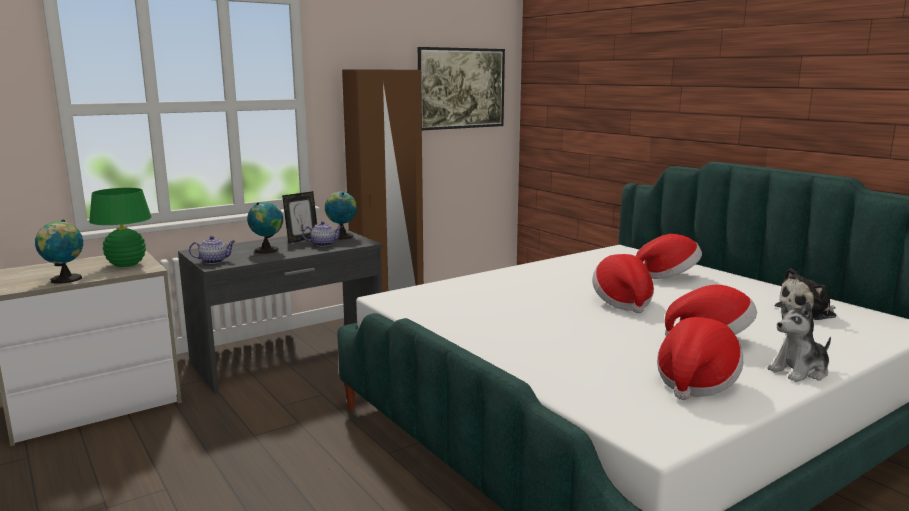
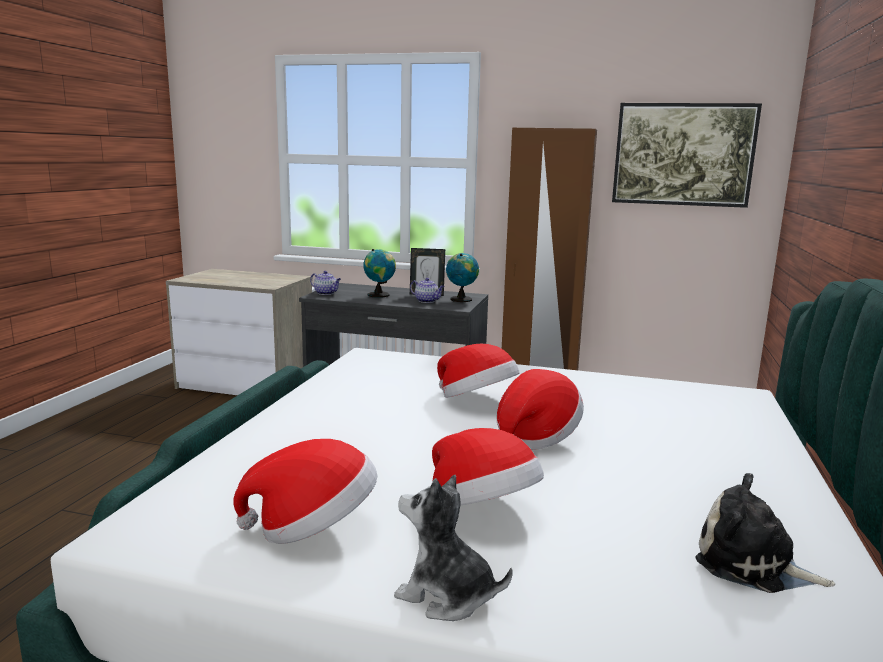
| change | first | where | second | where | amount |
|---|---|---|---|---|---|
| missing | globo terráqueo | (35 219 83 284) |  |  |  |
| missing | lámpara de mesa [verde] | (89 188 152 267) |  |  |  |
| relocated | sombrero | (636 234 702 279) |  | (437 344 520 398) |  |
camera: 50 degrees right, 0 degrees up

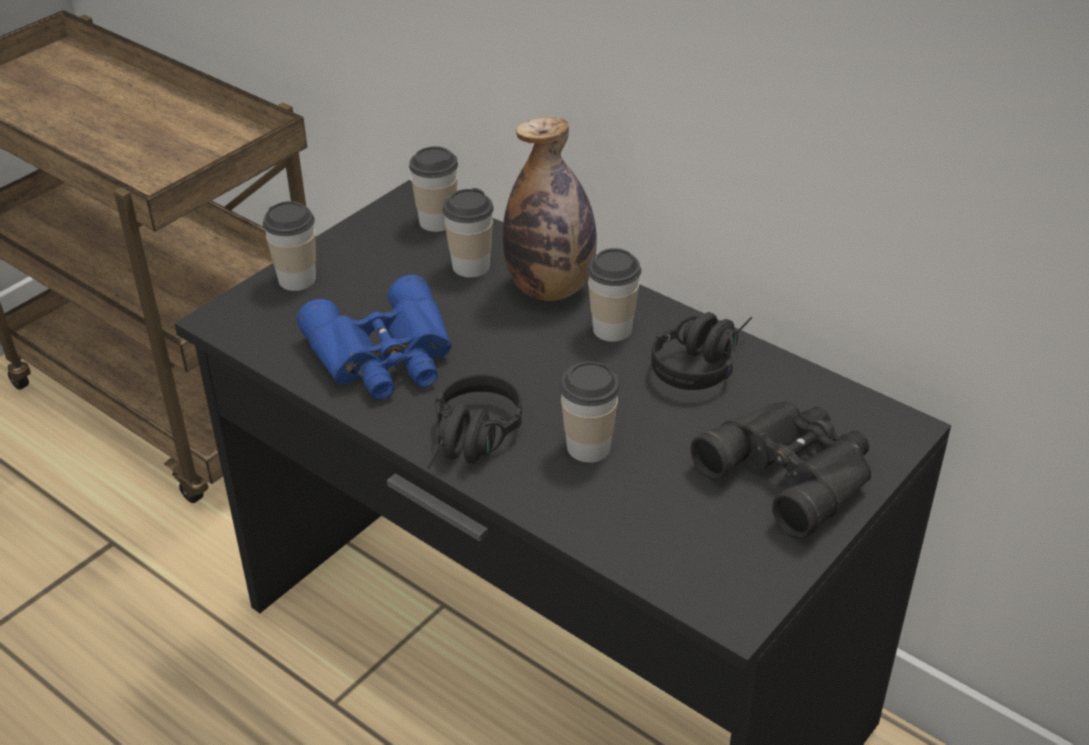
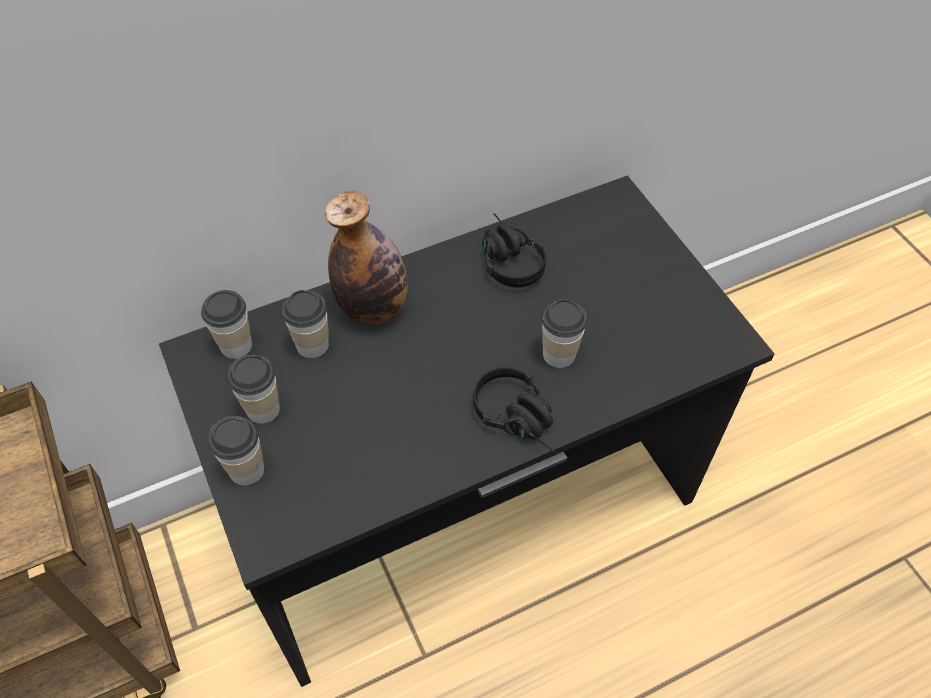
| change | first | where | second | where | amount |
|---|---|---|---|---|---|
| missing | prismáticos [azul] | (297 275 452 400) |  |  |  |
| relocated | taza | (587 248 641 342) |  | (228 355 280 424) |  |
| missing | prismáticos [negro] | (691 401 871 539) |  |  |  |
camera: 65 degrees left, 15 degrees up

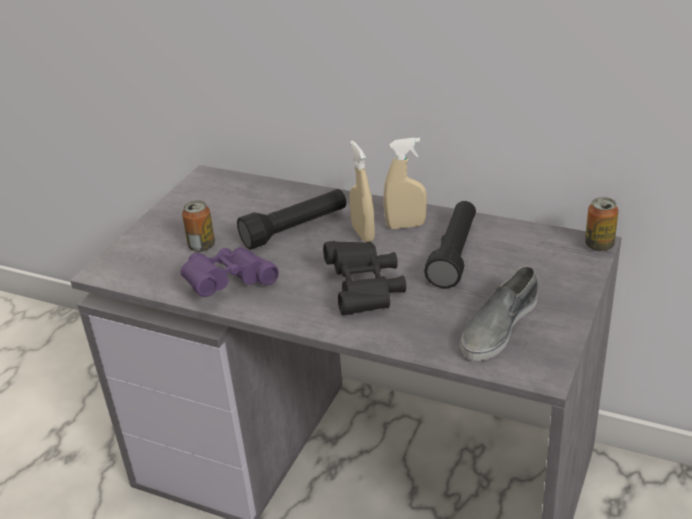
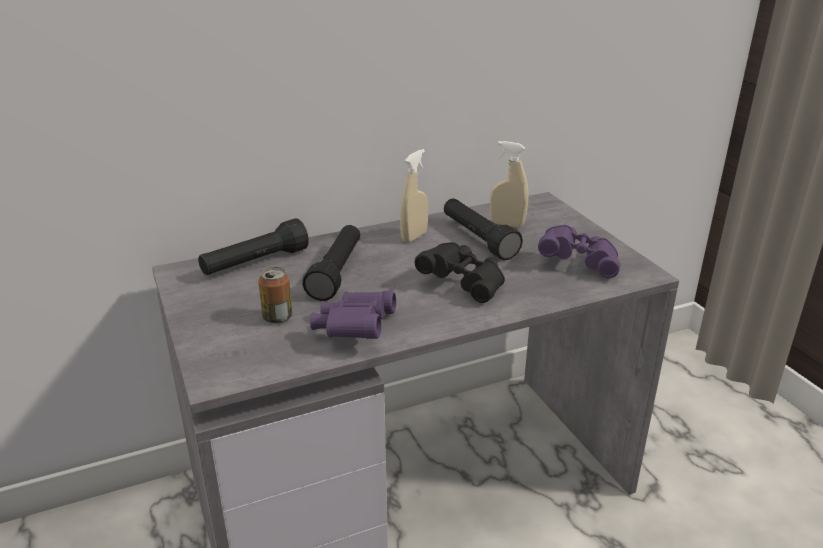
| change | first | where | second | where | amount |
|---|---|---|---|---|---|
| relocated | pulverizador [beis] | (350 141 375 242) |  | (490 141 528 227) |  |
| exchanged | zapato [gris] | (461 266 538 361) | prismáticos [morado] | (538 225 620 278) |  |
| missing | lata | (585 197 618 251) |  |  |  |
| appeared |  |  | linterna [negro] | (198 218 309 275) |  |
camera: 50 degrees left, 5 degrees down

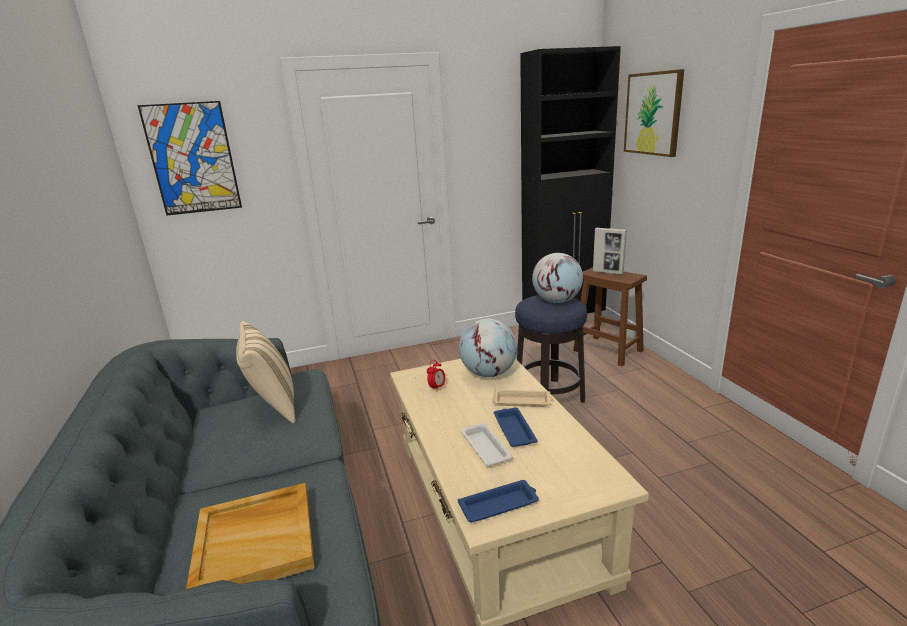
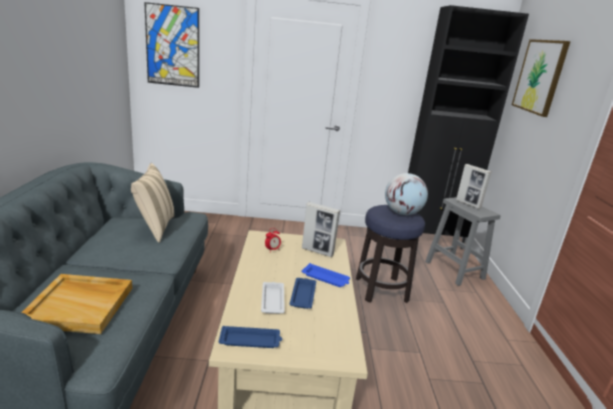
| change | first | where | second | where | amount |
|---|---|---|---|---|---|
| exchanged | globo terráqueo | (459 319 517 377) | portarretratos | (302 202 340 257) |  |
| colour | bandeja [beis] | (492 389 553 407) | bandeja [azul] | (302 263 350 287) |  |
| colour | taburete [marrón] | (573 267 647 366) | taburete [gris] | (425 197 501 286) |  |
camera: 15 degrees right, 0 degrees up

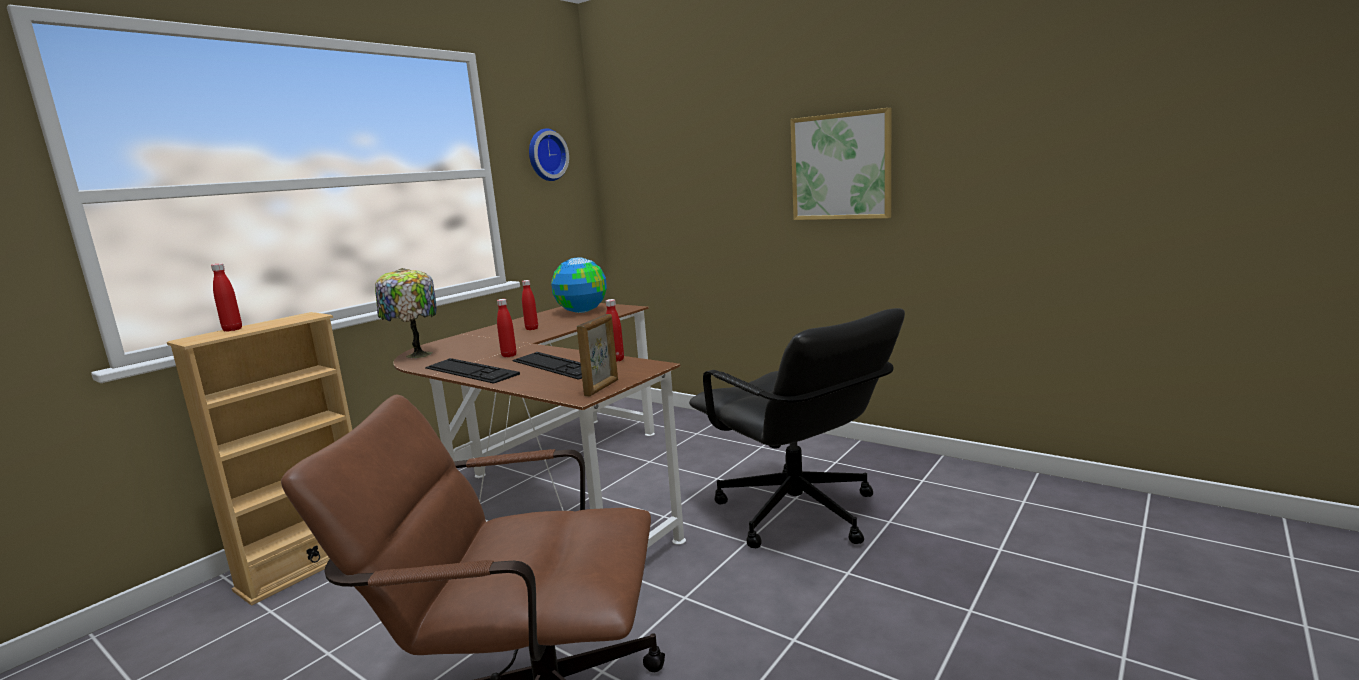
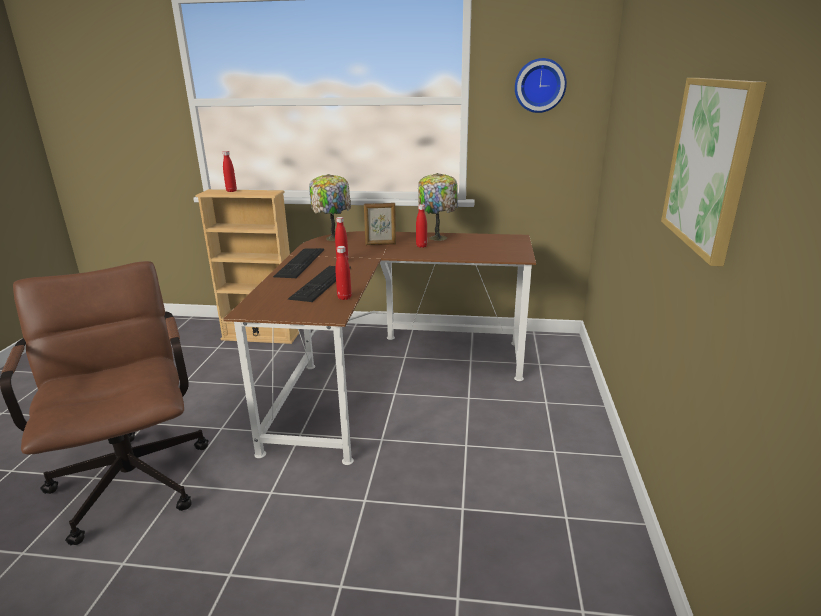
| change | first | where | second | where | amount |
|---|---|---|---|---|---|
| missing | globo terráqueo | (551 257 607 313) |  |  |  |
| relocated | portarretratos | (577 314 618 397) |  | (364 203 396 245) |  |
| missing | silla de oficina [negro] | (689 308 905 548) |  |  |  |
| appeared |  |  | lámpara de mesa | (418 173 458 241) |  |
camera: 60 degrees right, 10 degrees up

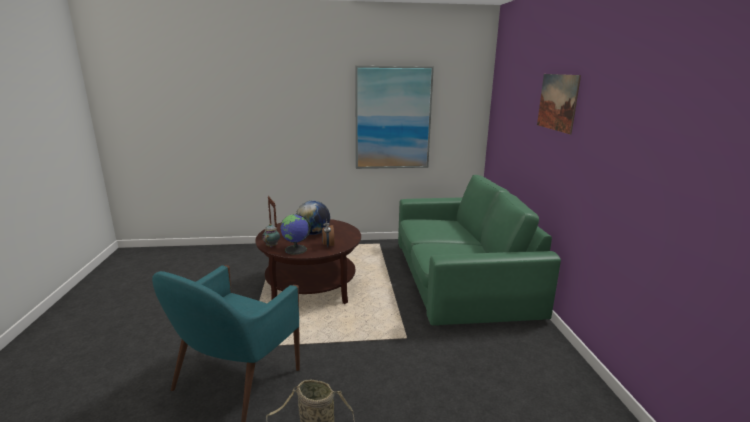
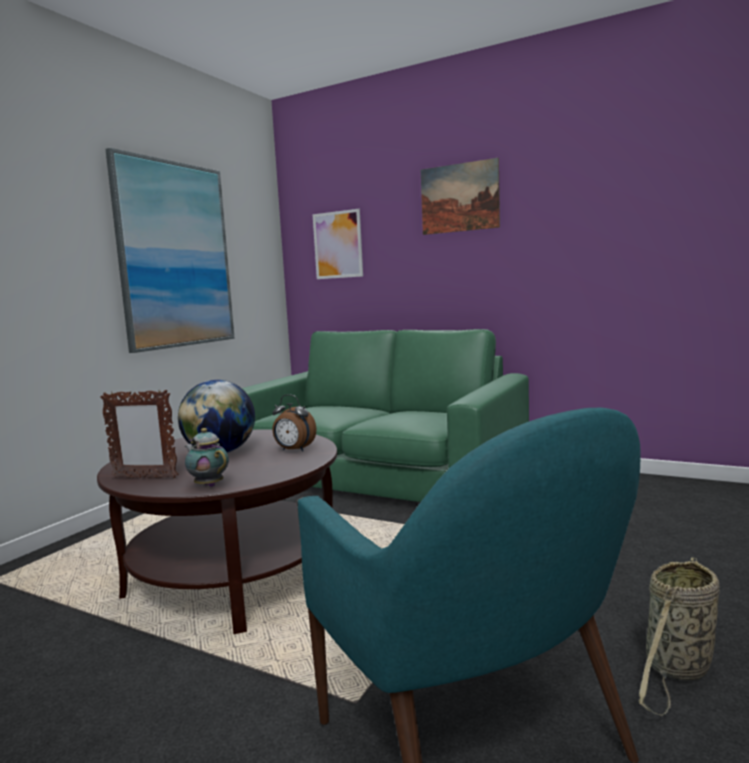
| change | first | where | second | where | amount |
|---|---|---|---|---|---|
| missing | globo terráqueo | (281 214 311 255) |  |  |  |
| appeared |  |  | cuadro | (313 209 363 279) |  |
camera: 55 degrees left, 10 degrees down

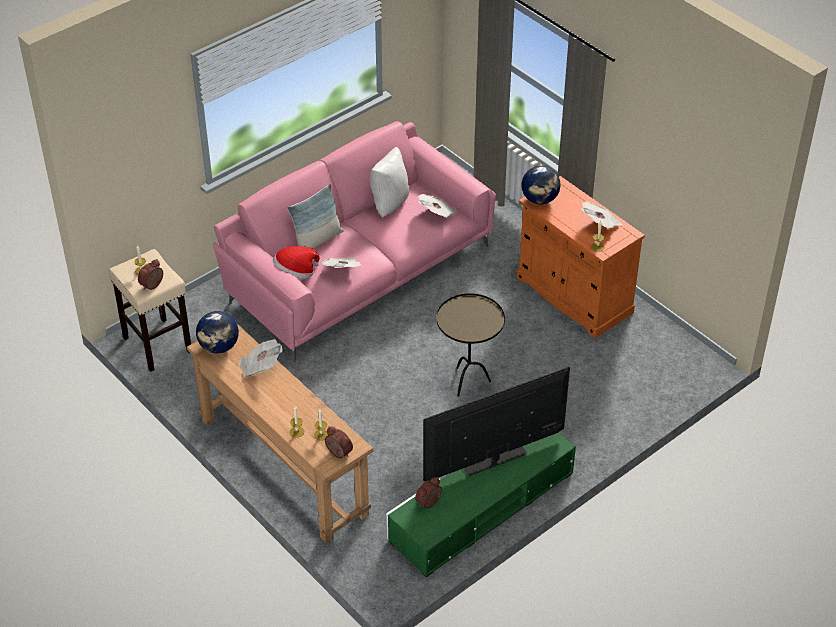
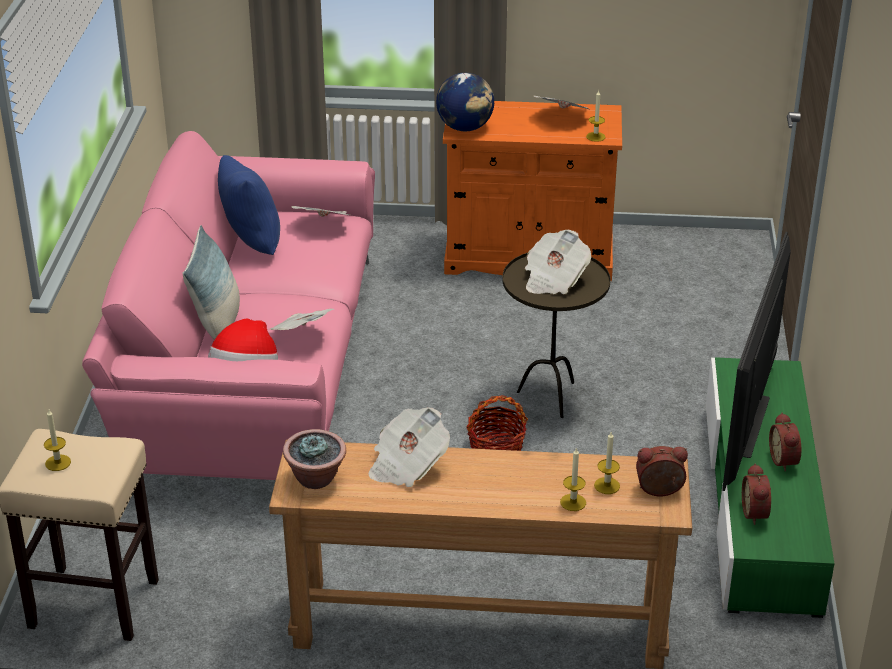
| change | first | where | second | where | amount |
|---|---|---|---|---|---|
| relocated | despertador | (138 259 163 290) |  | (769 413 801 472) |  |
| exchanged | globo terráqueo | (196 311 239 353) | planta en maceta | (283 429 346 489) |  |
| colour | cojín [blanco] | (370 147 409 217) | cojín [azul] | (218 155 280 255) |  |
| appeared |  |  | cesta | (466 395 528 451) |  |
| appeared |  |  | periódico | (525 230 591 294) |  |
camera: 45 degrees left, 10 degrees down

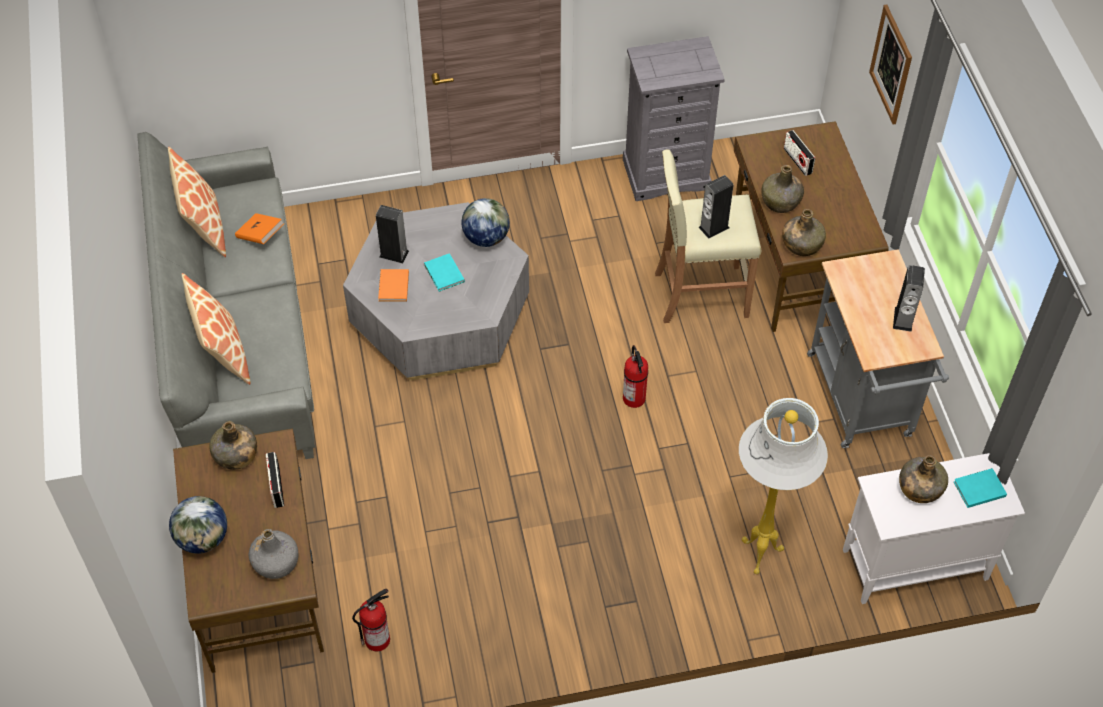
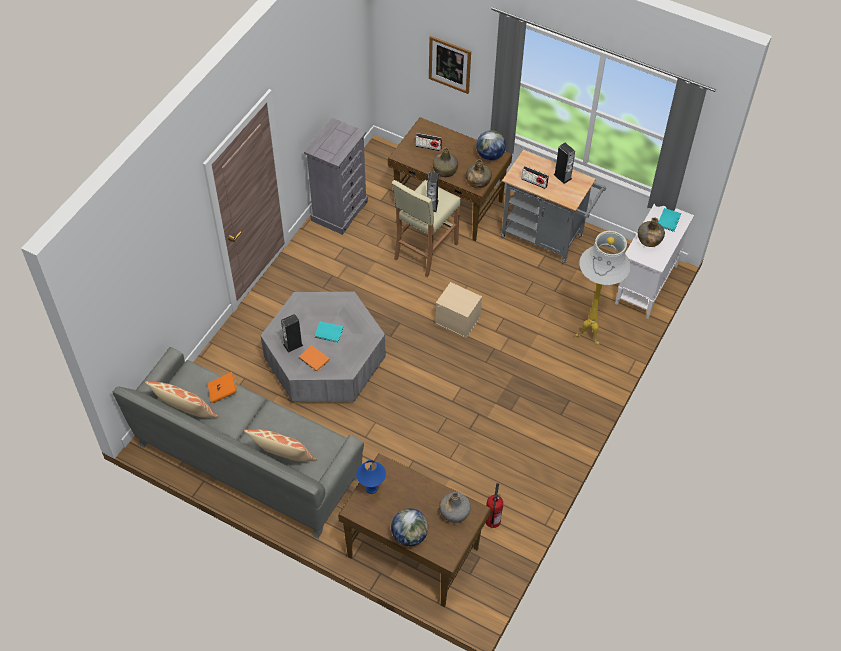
| change | first | where | second | where | amount |
|---|---|---|---|---|---|
| exchanged | botella [verde] | (209 421 257 470) | lámpara de mesa [azul] | (356 460 386 494) |  |
| relocated | radio | (266 452 284 508) |  | (521 166 549 189) |  |
| relocated | globo terráqueo | (462 198 510 247) |  | (476 130 506 161) |  |
| exchanged | extintor | (623 345 648 408) | caja de almacenaje [beis] | (435 282 482 338) |  |
camera: 50 degrees left, 0 degrees up

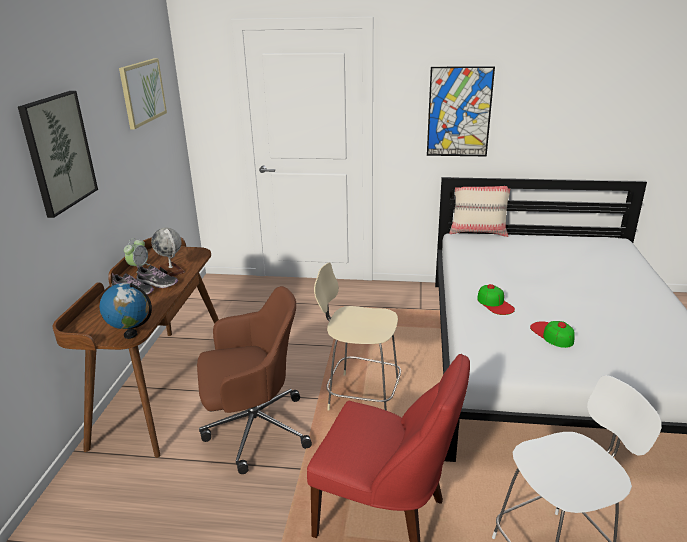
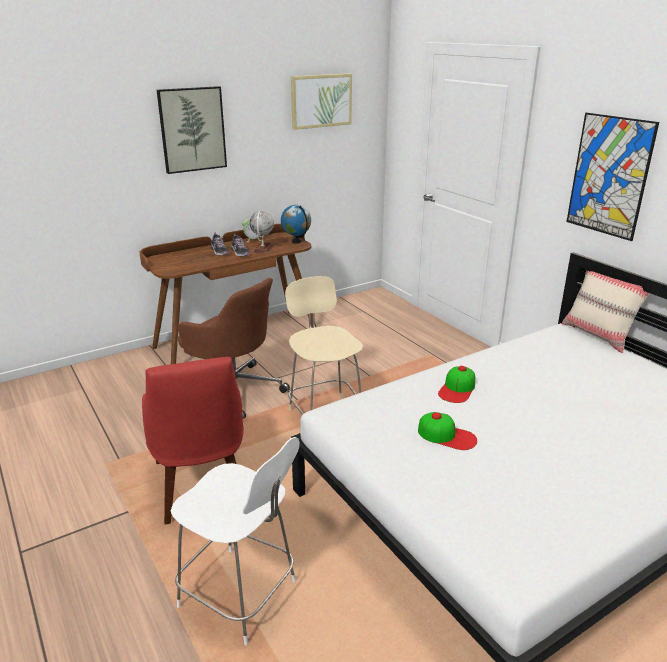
| change | first | where | second | where | amount |
|---|---|---|---|---|---|
| relocated | globo terráqueo | (100 283 152 339) |  | (281 205 311 243) |  |
| spun | gorra | (530 321 575 348) |  | (418 412 477 450) | 90 degrees clockwise |
camera: 50 degrees right, 0 degrees up

